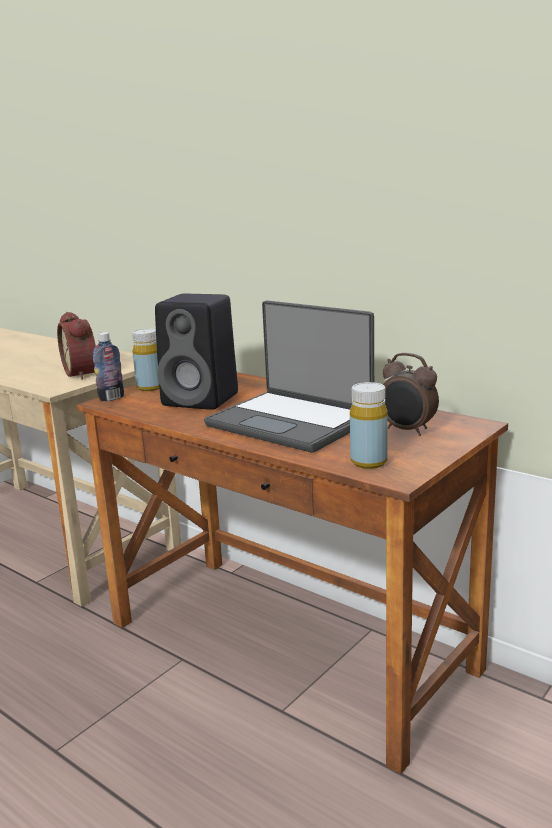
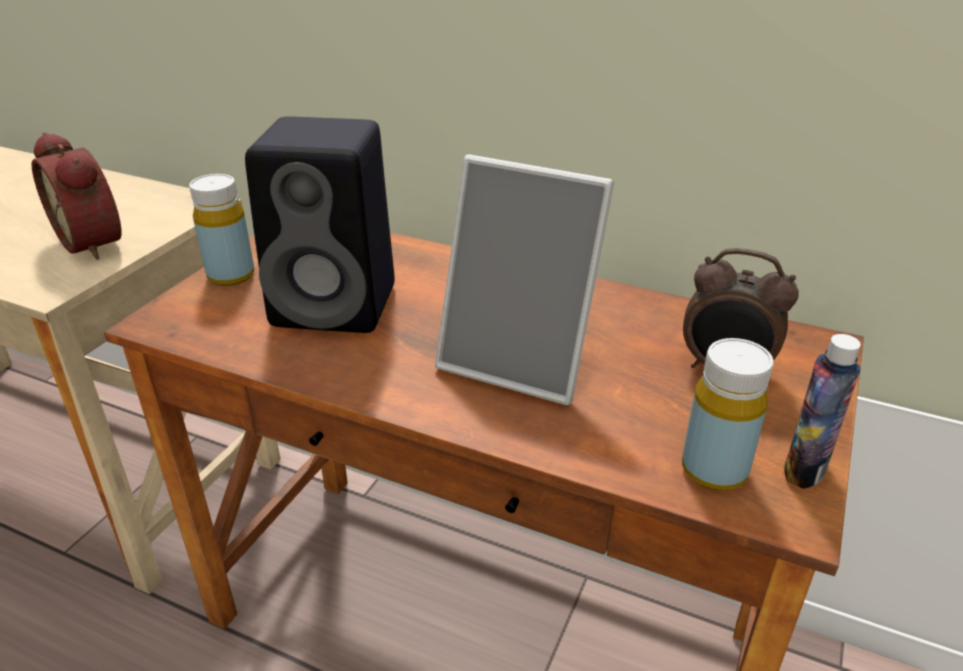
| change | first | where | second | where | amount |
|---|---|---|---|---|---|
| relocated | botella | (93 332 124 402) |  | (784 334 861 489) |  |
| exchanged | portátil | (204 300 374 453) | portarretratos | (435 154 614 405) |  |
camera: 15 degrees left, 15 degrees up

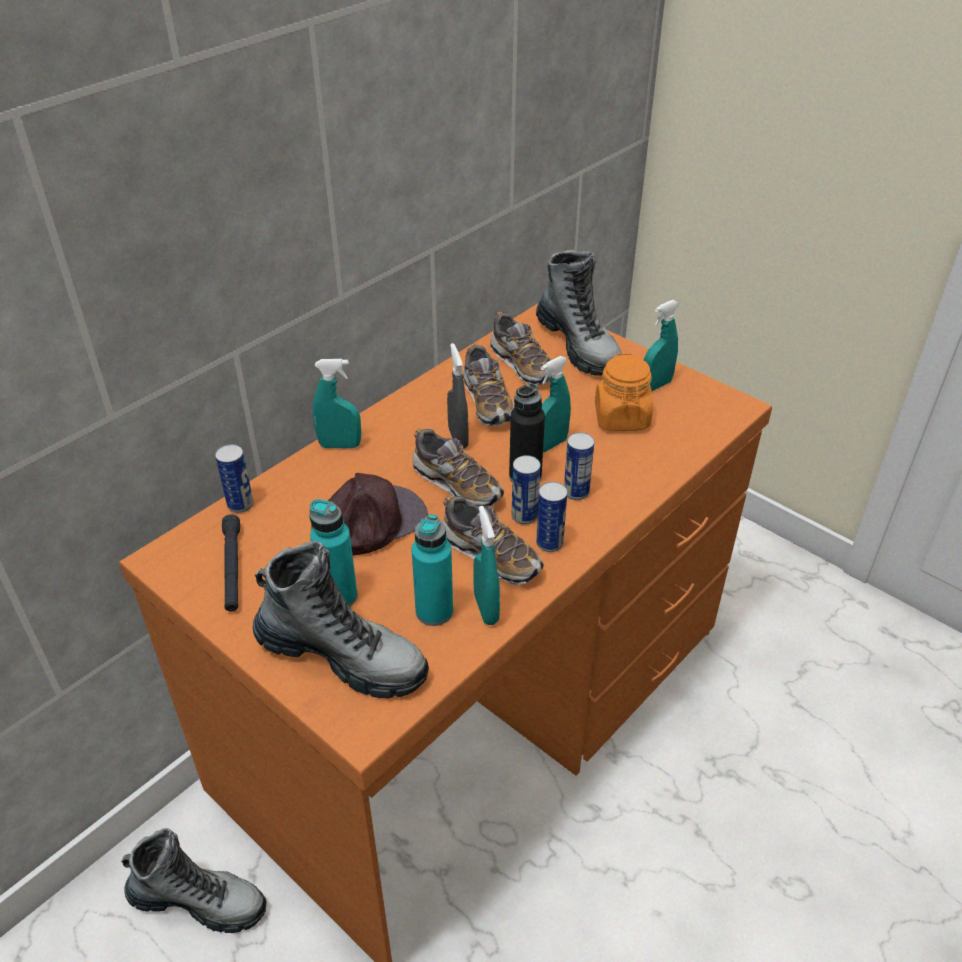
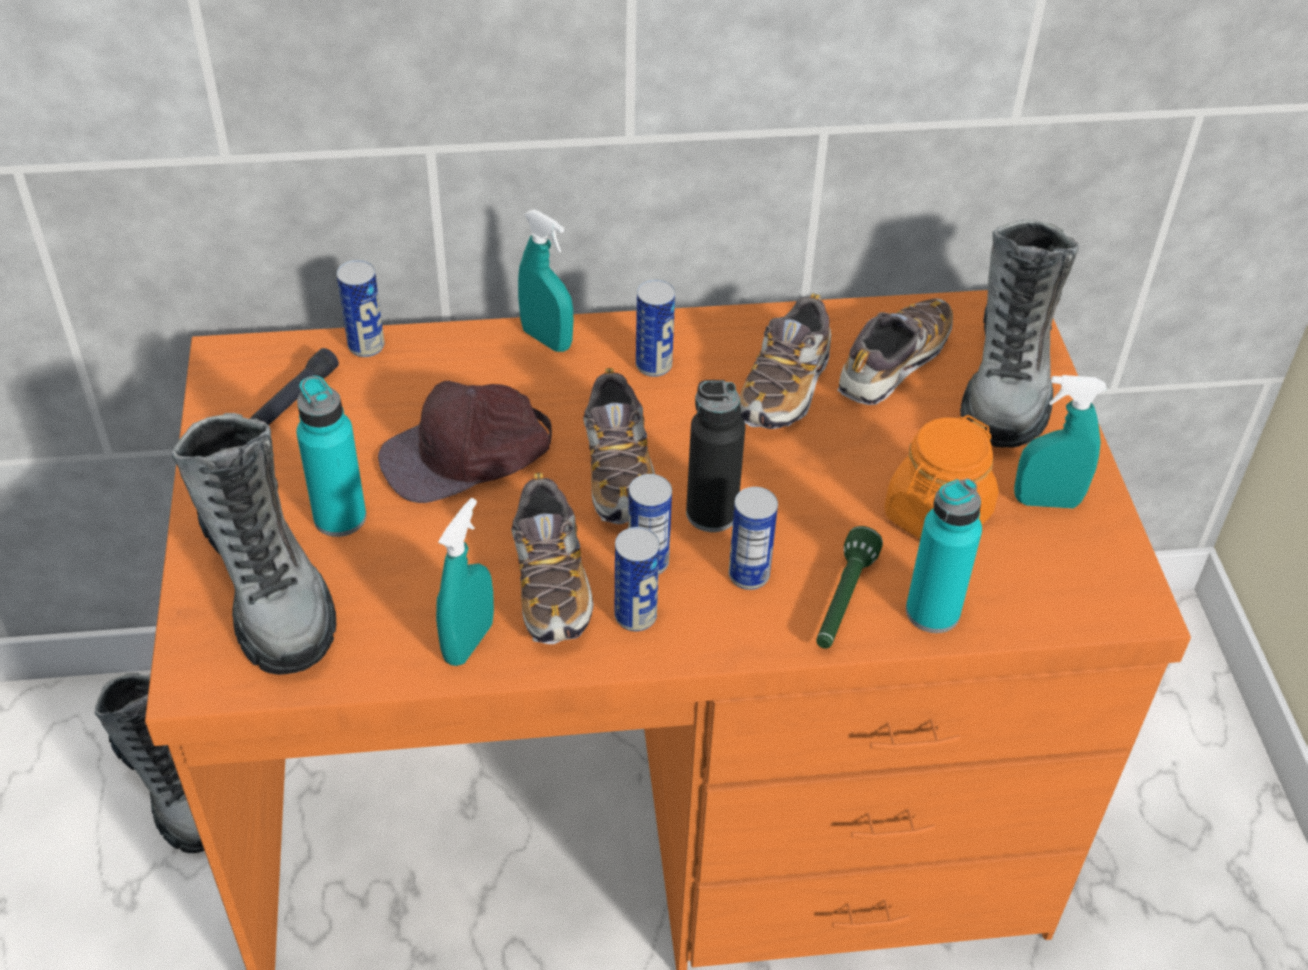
| change | first | where | second | where | amount |
|---|---|---|---|---|---|
| spun | gorra [marrón] | (311 473 428 556) |  | (378 381 552 503) | 150 degrees clockwise |
| relocated | botella [turquesa] | (412 514 453 626) |  | (906 479 982 633) |  |
| missing | pulverizador [gris] | (447 343 469 449) |  |  |  |
| spun | zapato | (490 312 552 385) |  | (837 298 953 405) | 150 degrees counterclockwise |
| missing | pulverizador [turquesa] | (541 356 571 452) |  |  |  |
| appeared |  |  | lata | (636 280 675 377) |  |
| appeared |  |  | linterna [verde] | (816 526 883 649) |  |
camera: 40 degrees right, 5 degrees up

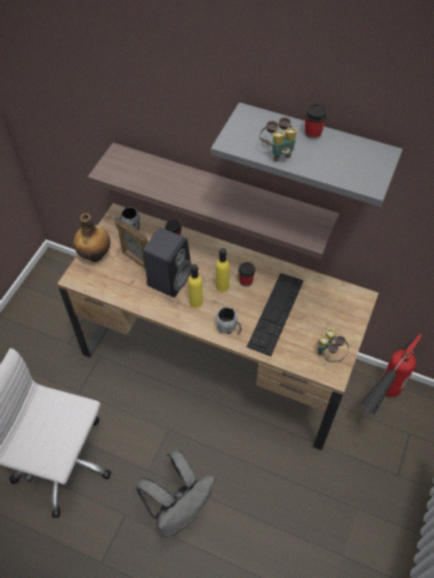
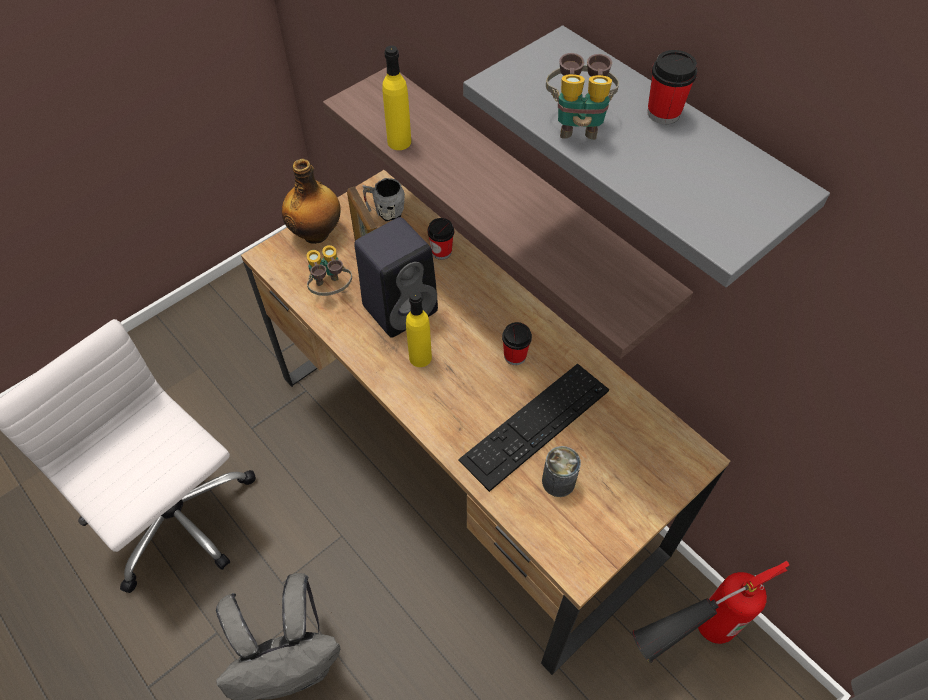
| change | first | where | second | where | amount |
|---|---|---|---|---|---|
| relocated | botella [amarillo] | (216 248 230 292) |  | (382 45 411 150) |  |
| missing | taza grande [gris] | (216 307 242 335) |  |  |  |
| relocated | prismáticos | (318 328 349 363) |  | (306 245 352 296) |  |
| appeared |  |  | lata | (542 446 581 497) |  |
camera: 25 degrees right, 0 degrees up

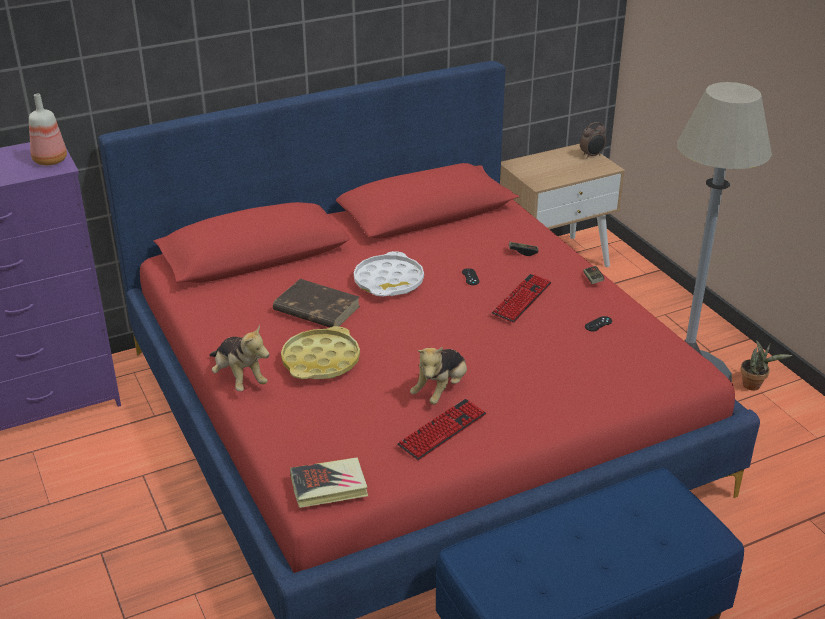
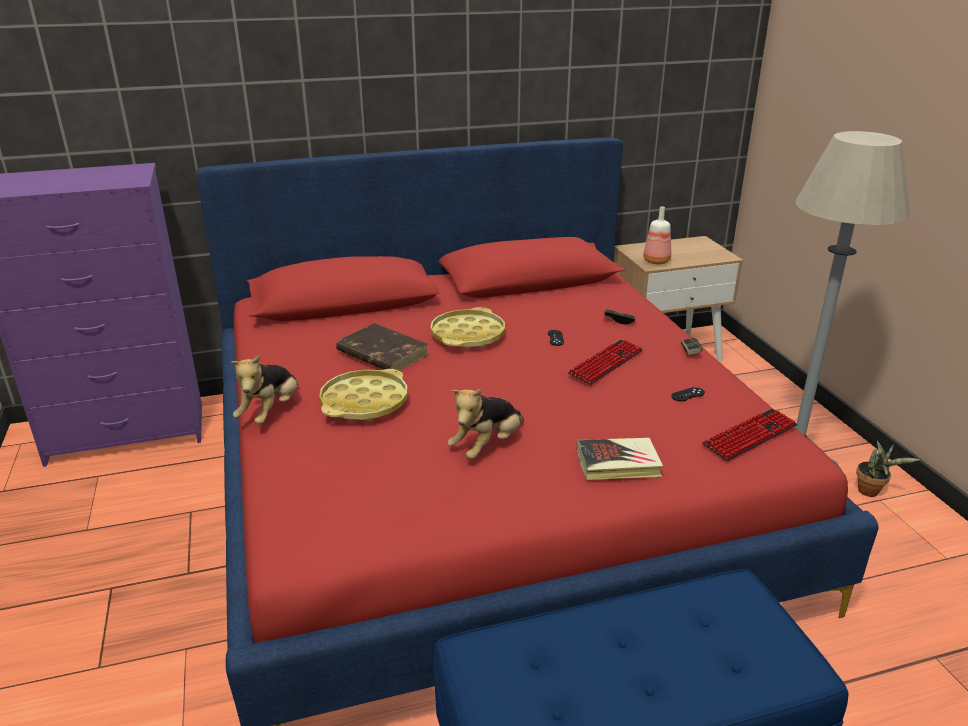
| change | first | where | second | where | amount |
|---|---|---|---|---|---|
| relocated | botella | (29 94 67 165) |  | (643 206 671 264) |  |
| spun | peluche | (210 324 269 391) |  | (231 355 298 425) | 45 degrees clockwise |
| relocated | libro | (290 457 368 508) |  | (576 438 663 480) |  |
| colour | bandeja [blanco] | (354 251 424 296) | bandeja [amarillo] | (430 307 505 348) |  |
| relocated | teclado | (397 399 486 460) |  | (702 409 797 462) |  |
| missing | despertador | (580 122 606 158) |  |  |  |
camera: 10 degrees right, 5 degrees down

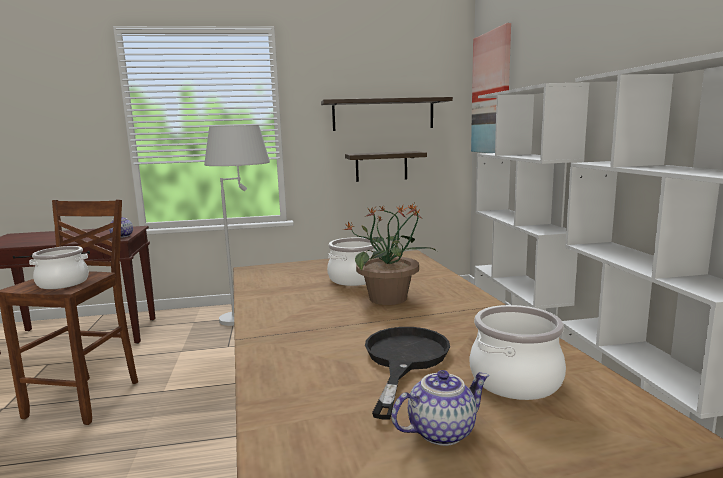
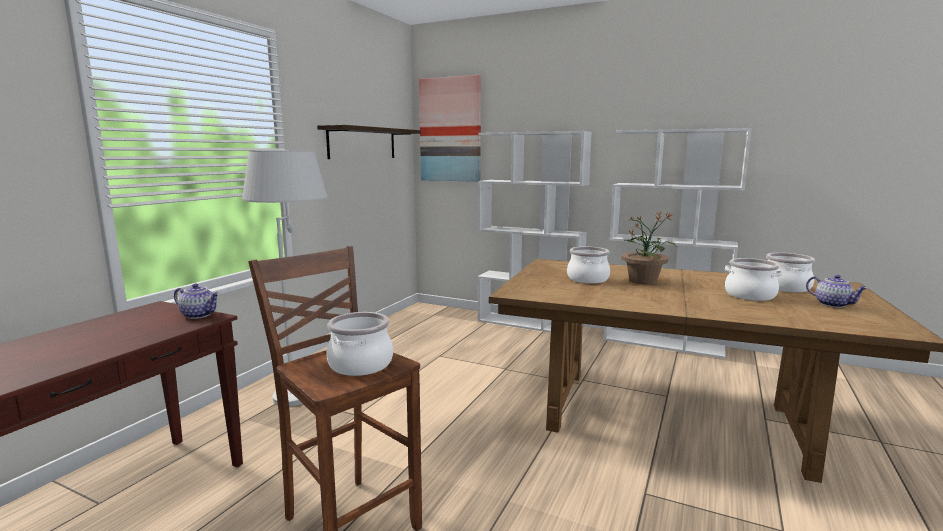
| change | first | where | second | where | amount |
|---|---|---|---|---|---|
| missing | estante | (345 151 427 182) |  |  |  |
| exchanged | sartén [negro] | (365 327 450 420) | olla | (725 258 783 301) |  |
| spun | tetera | (391 370 489 446) |  | (806 275 868 308) | 135 degrees clockwise |
camera: 55 degrees left, 0 degrees up

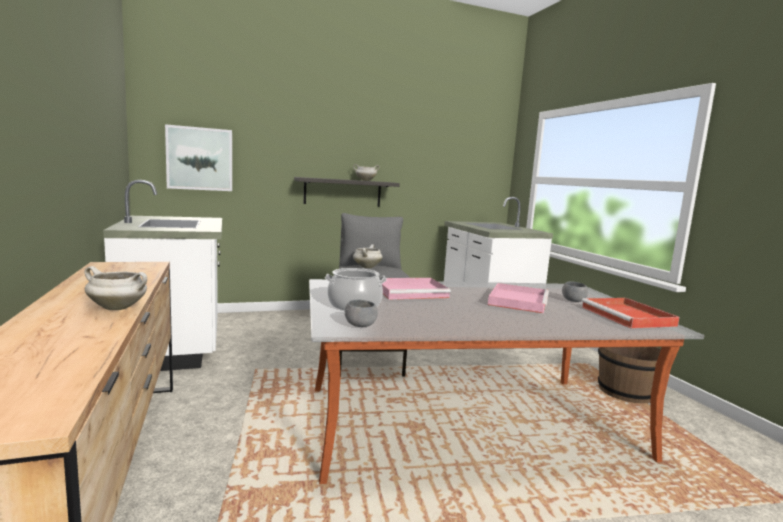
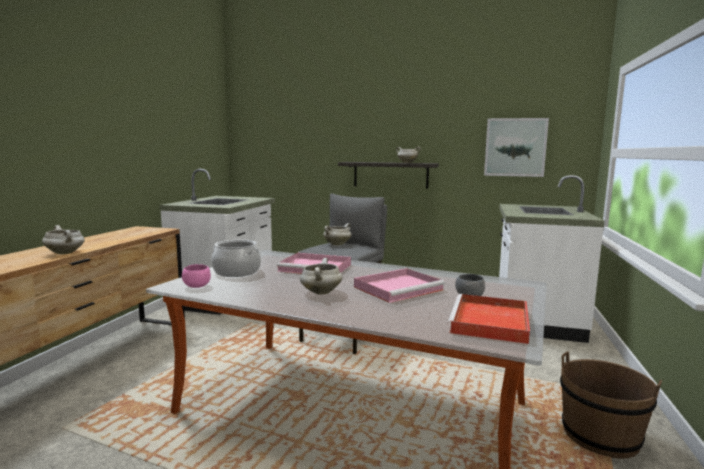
| change | first | where | second | where | amount |
|---|---|---|---|---|---|
| relocated | cuadro | (165 124 232 191) |  | (484 118 549 177) |  |
| colour | cuenco [gris] | (345 300 378 327) | cuenco [rosa] | (182 264 211 288) |  |
| appeared |  |  | olla [blanco] | (300 258 342 294) |  |
camera: 35 degrees right, 0 degrees up

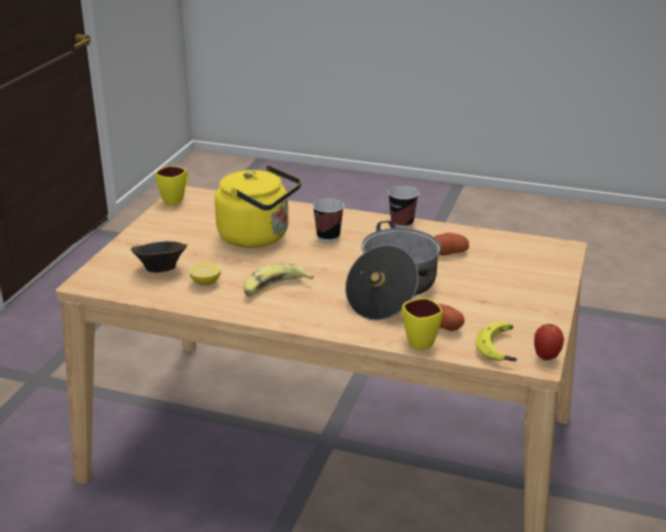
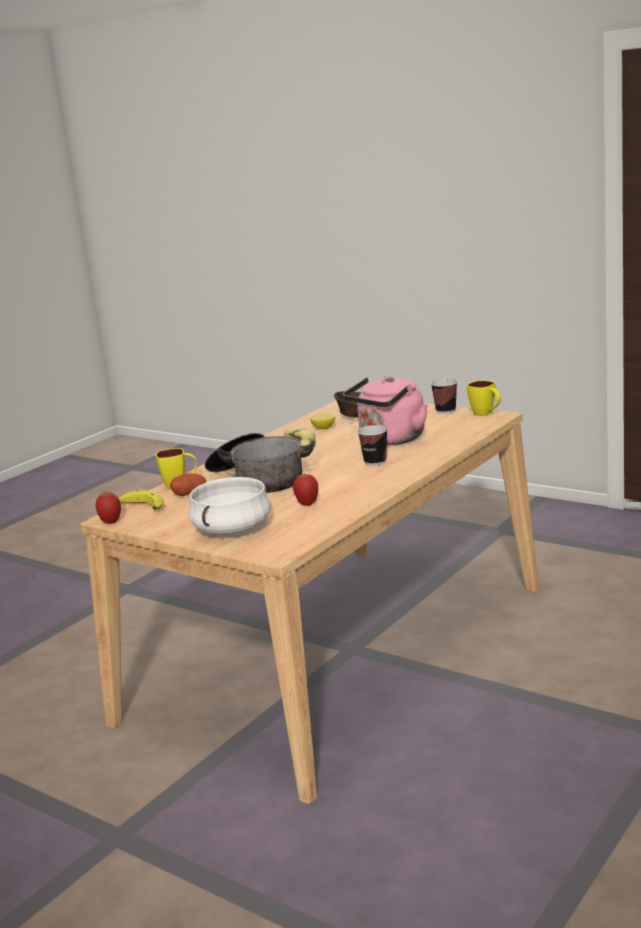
| change | first | where | second | where | amount |
|---|---|---|---|---|---|
| colour | hervidor [amarillo] | (215 165 302 248) | hervidor [rosa] | (343 376 428 445) |  |
| relocated | taza | (388 186 419 228) |  | (431 379 458 414) |  |
| exchanged | patata | (434 232 469 256) | manzana | (293 474 318 506) |  |
| appeared |  |  | olla [blanco] | (188 477 271 535) |  |
camera: 110 degrees right, 10 degrees down

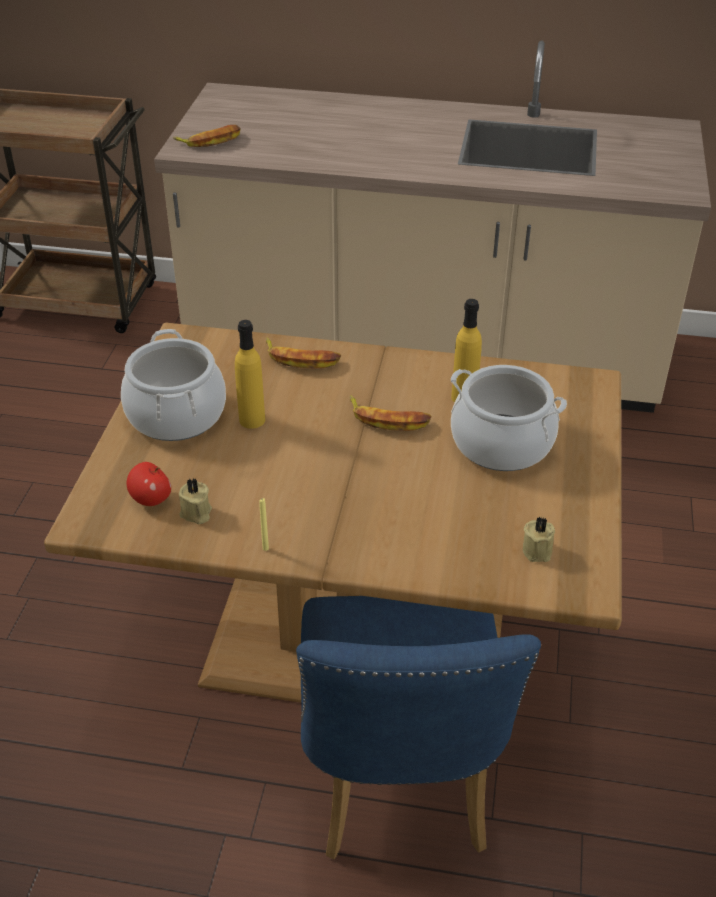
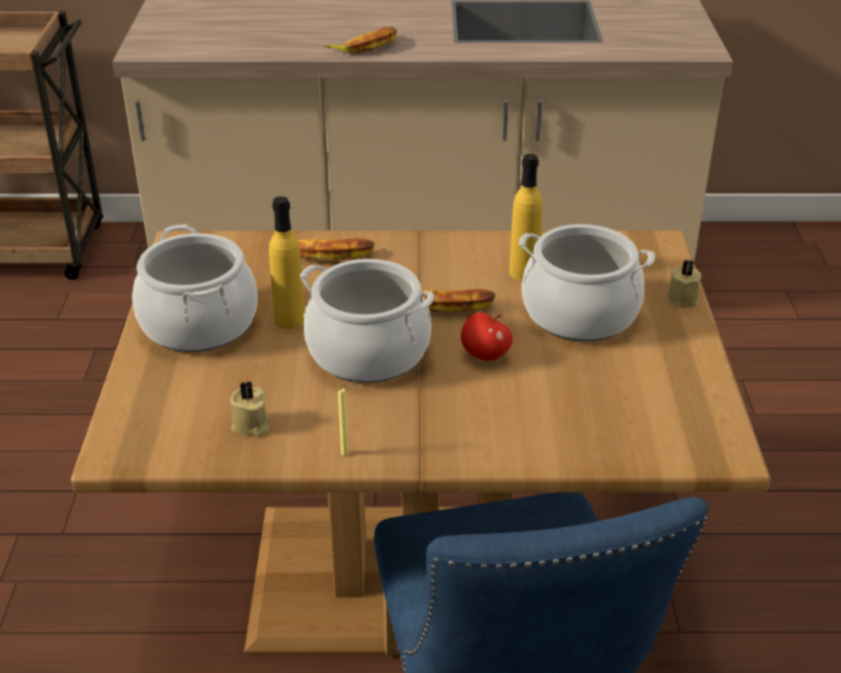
| change | first | where | second | where | amount |
|---|---|---|---|---|---|
| relocated | manzana | (127 462 171 506) |  | (461 312 513 361) |  |
| relocated | plátano | (173 125 241 147) |  | (324 27 397 53) |  |
| relocated | vela [beis] | (523 516 555 562) |  | (668 260 701 308) |  |
| appeared |  |  | olla | (300 259 434 383) |  |
camera: 10 degrees left, 5 degrees down

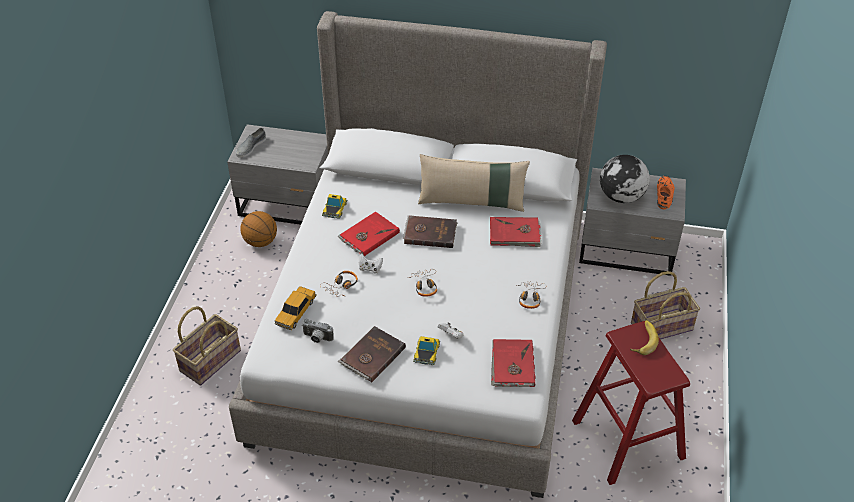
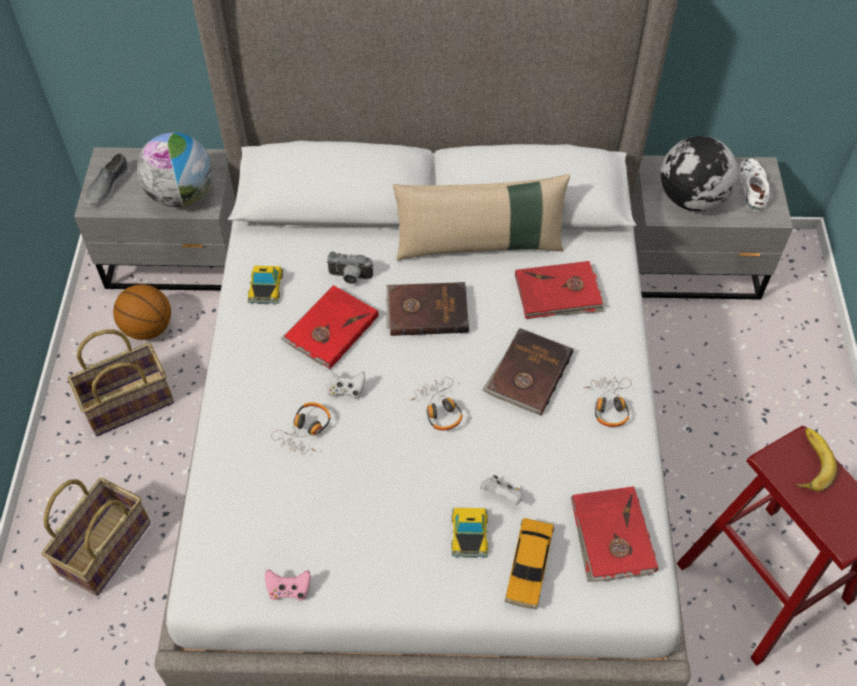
| change | first | where | second | where | amount |
|---|---|---|---|---|---|
| relocated | coche de juguete | (275 286 317 330) |  | (504 518 555 609) |  |
| relocated | cámara | (302 318 334 343) |  | (326 252 373 284) |  |
| relocated | libro [marrón] | (338 326 406 382) |  | (482 328 573 415) |  |
| relocated | cesta | (631 271 700 340) |  | (68 329 174 436) |  |
| colour | zapato [naranja] | (657 176 675 209) | zapato [blanco] | (739 157 770 212) |  |
| appeared |  |  | globo terráqueo | (137 133 212 207) |  |
| appeared |  |  | mando de consola [rosa] | (265 569 311 601) |  |
camera: 10 degrees left, 10 degrees up

